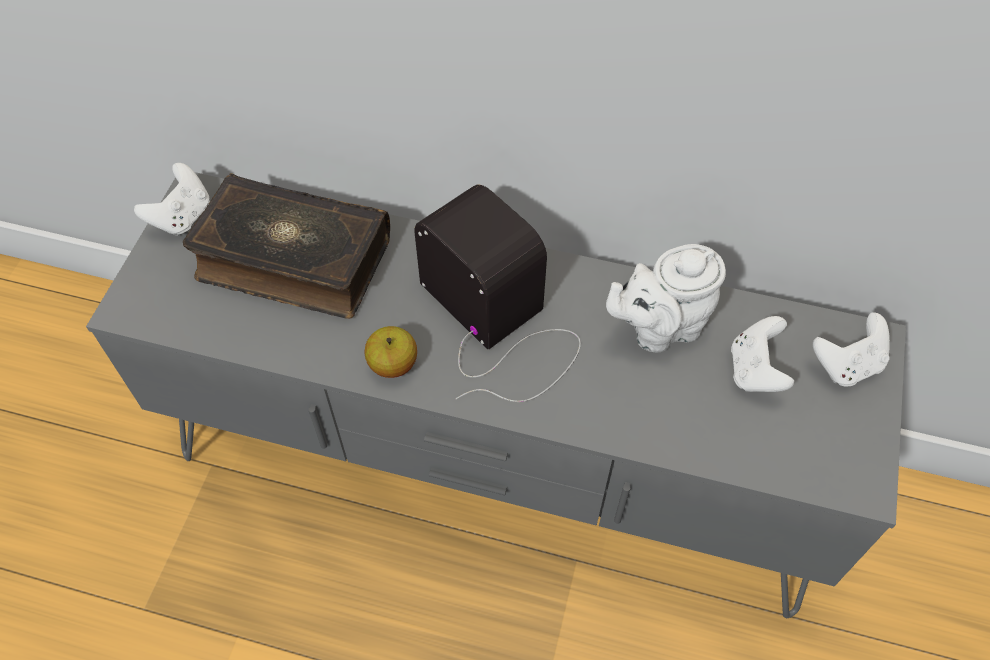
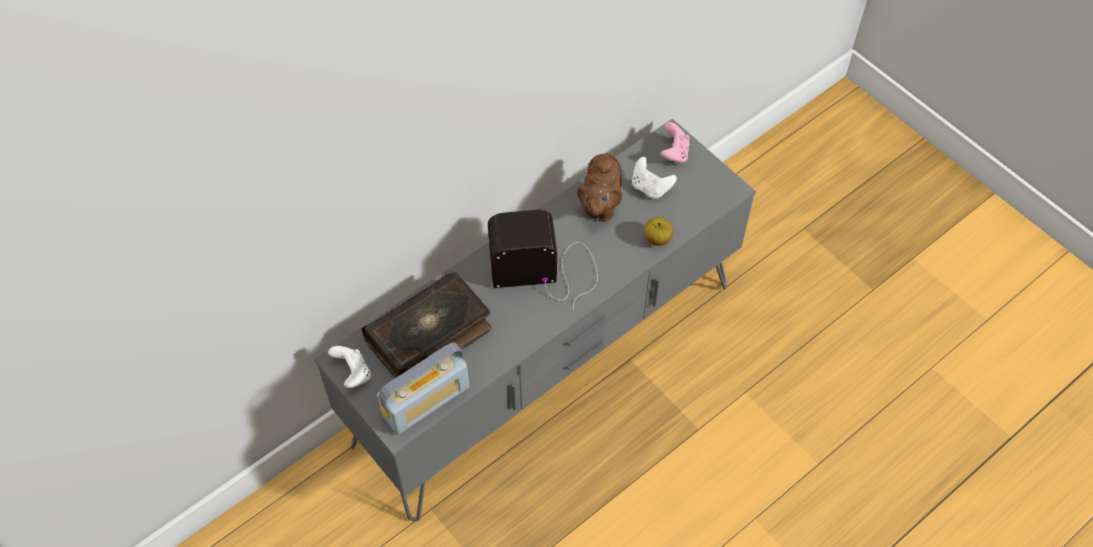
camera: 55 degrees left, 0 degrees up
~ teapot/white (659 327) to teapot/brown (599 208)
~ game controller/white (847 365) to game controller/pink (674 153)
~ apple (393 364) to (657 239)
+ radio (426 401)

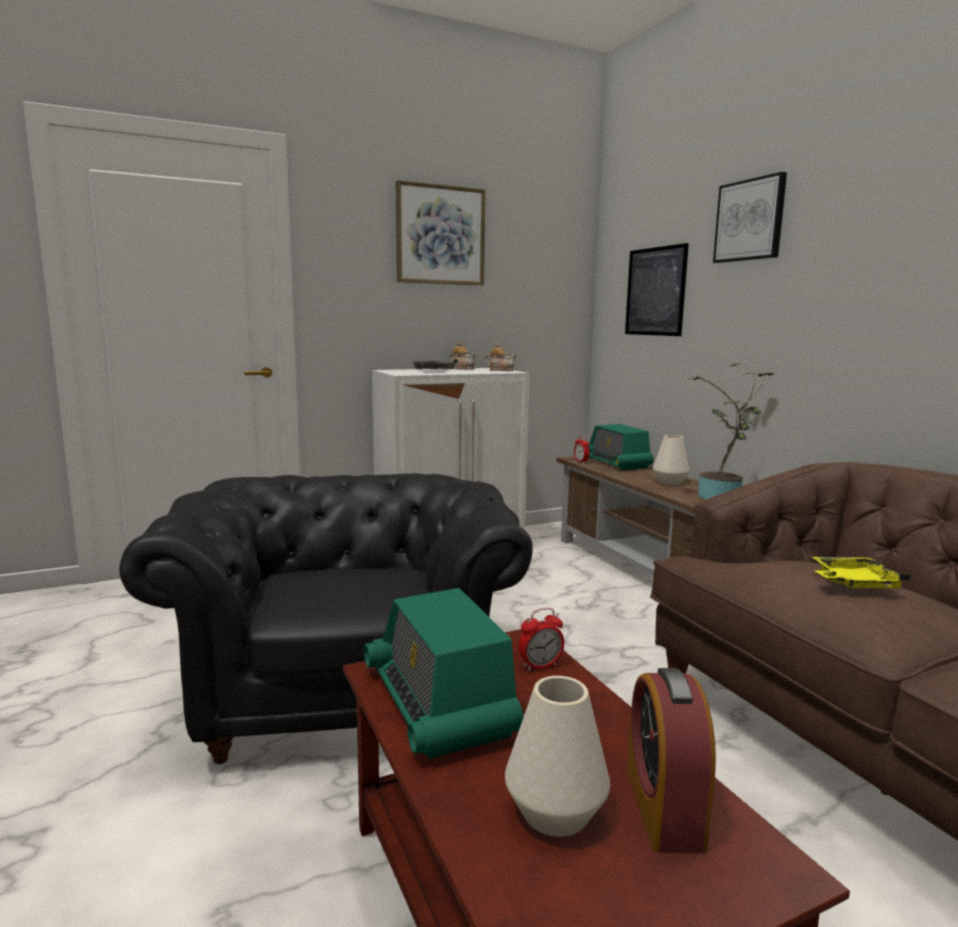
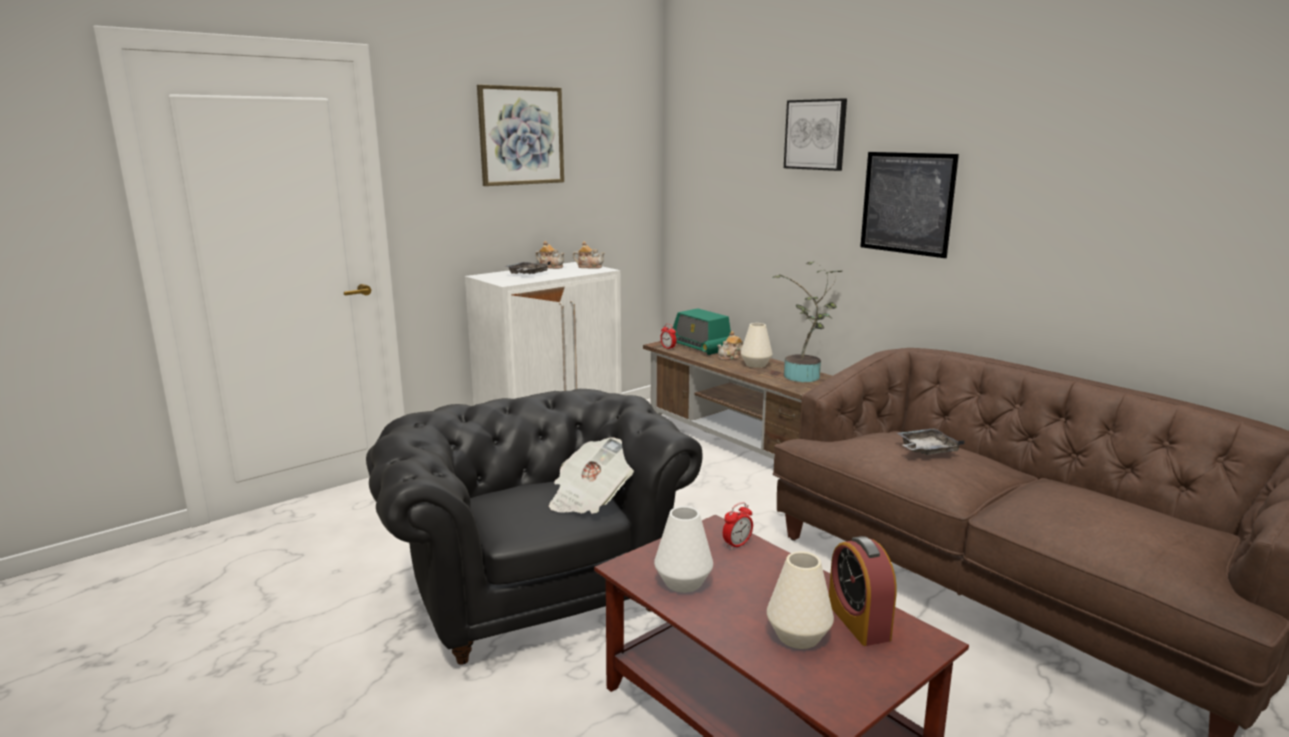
camera: 15 degrees left, 5 degrees up
~ picture (655 291) to (907 203)
~ tray/yellow (853 583) to tray/grey (926 450)
~ radio (438 702) to vase/white (683 582)
+ teapot (730 357)
+ newspaper (590 498)

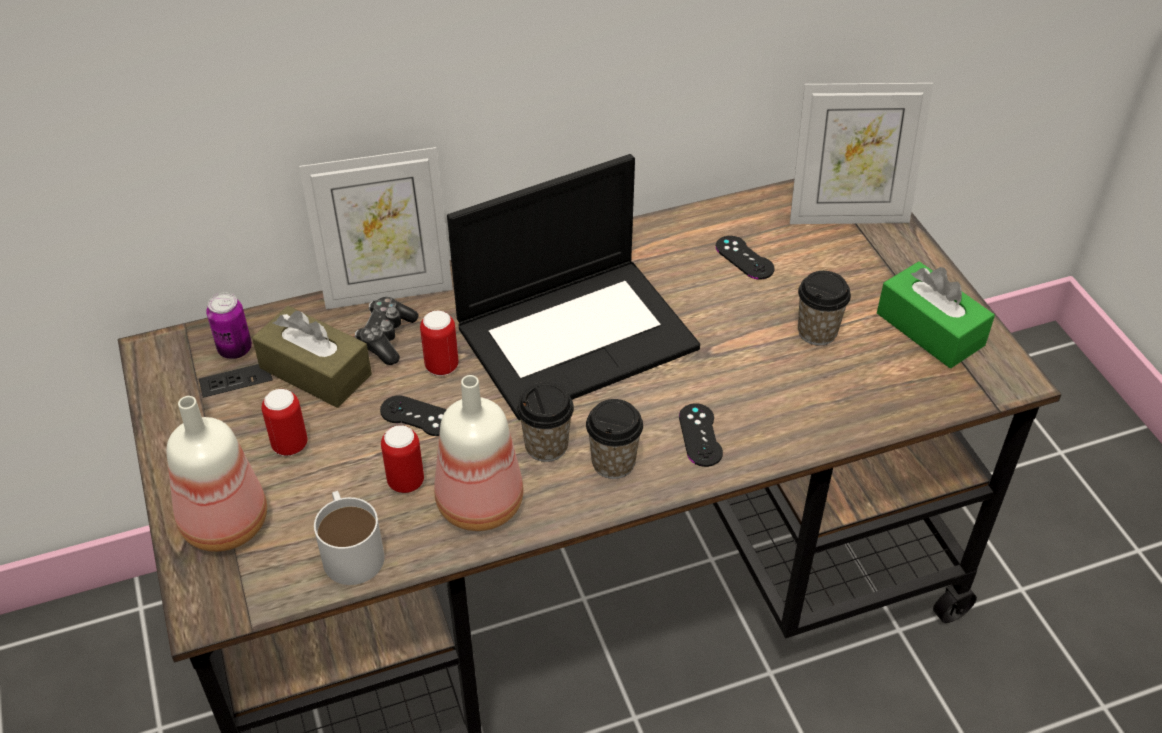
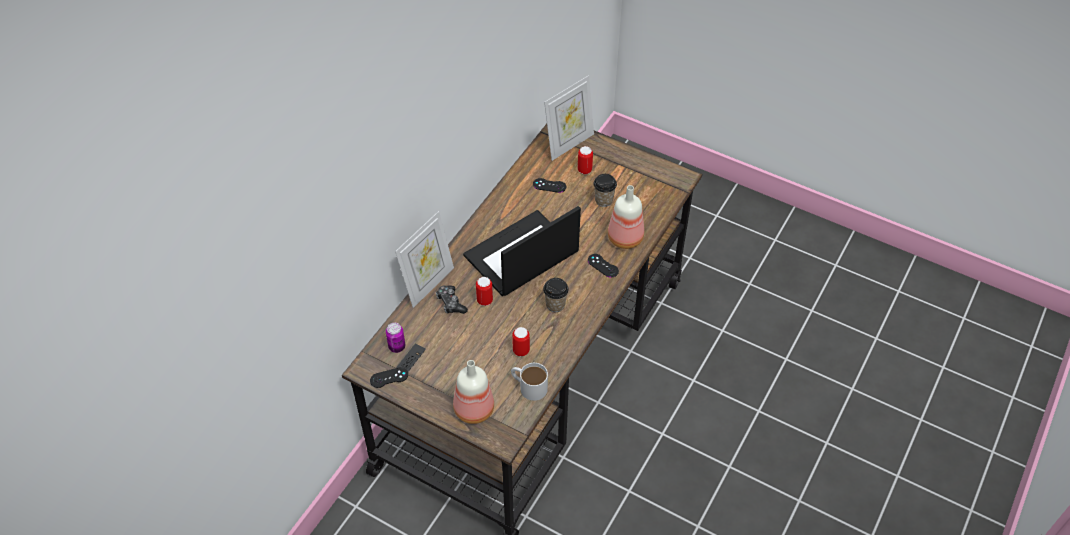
camera: 40 degrees left, 5 degrees up
~ laptop (577 334) = (521 255) 150 degrees counterclockwise
- tissue box/green (930 329)
- tissue box/brown (315 371)
~ bottle (480 506) to (626 239)
~ can (290 445) to (584 170)
~ game controller/black (418 416) to (389 377)
- cup (613 462)

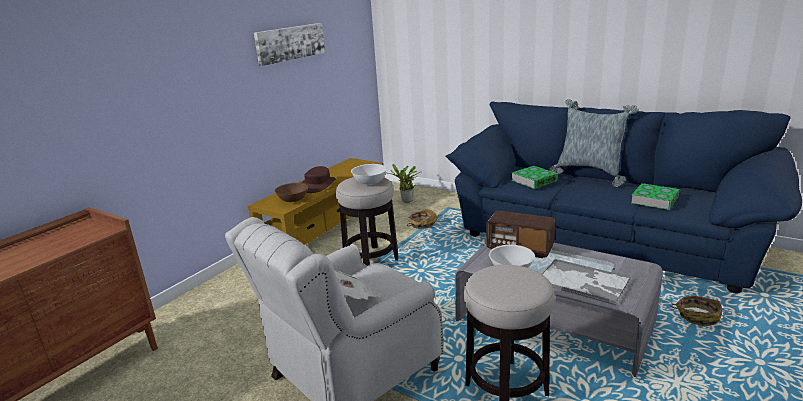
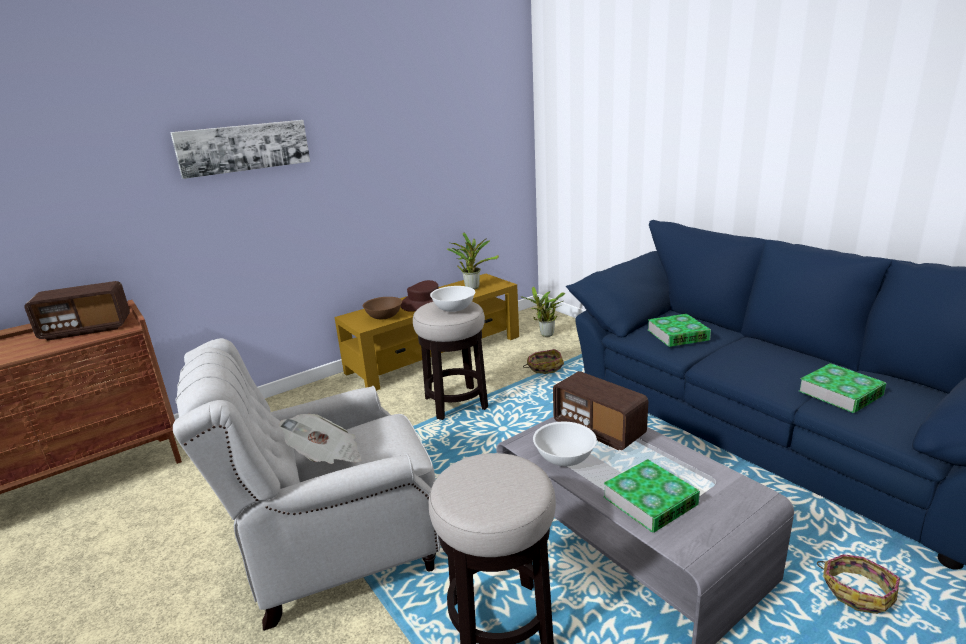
camera: 20 degrees right, 0 degrees up
~ picture (290 43) to (244 147)
- pillow (590 177)
~ tray (584 282) to book (650 501)
+ potted plant (472 287)
+ radio (87 329)

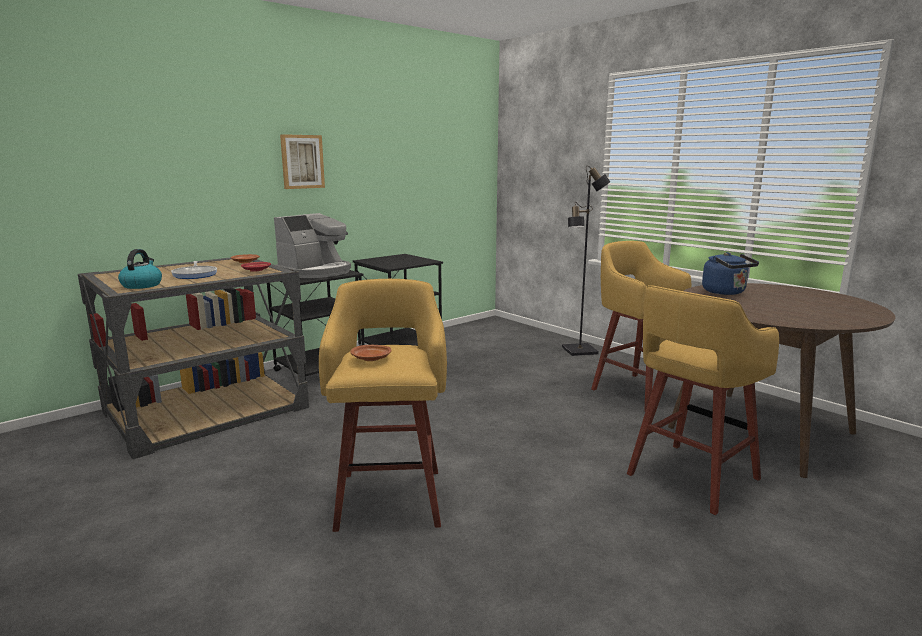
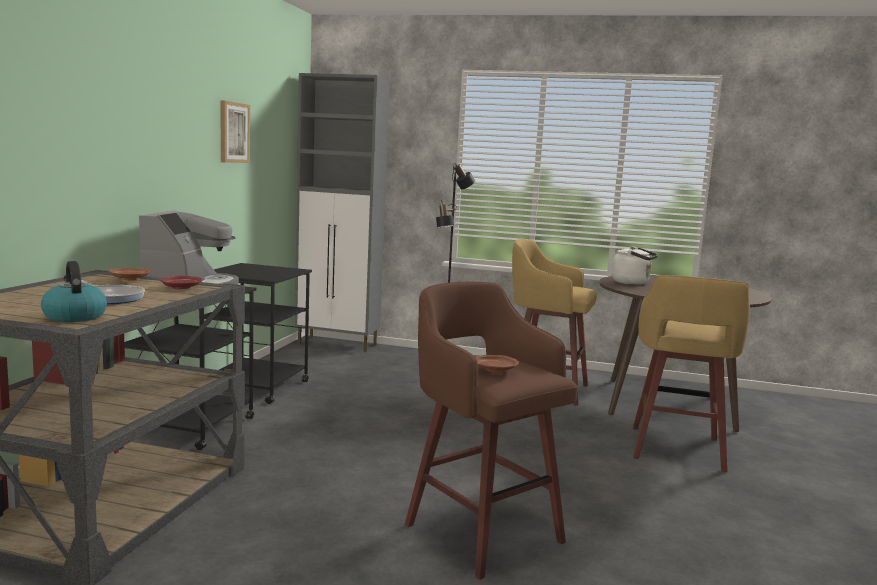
camera: 35 degrees left, 5 degrees down
~ picture (302 161) to (233 132)
~ kettle/blue (726 292) to kettle/white (633 283)
~ stool/yellow (390 496) to stool/brown (480 531)
+ cabinet/grey (338 344)

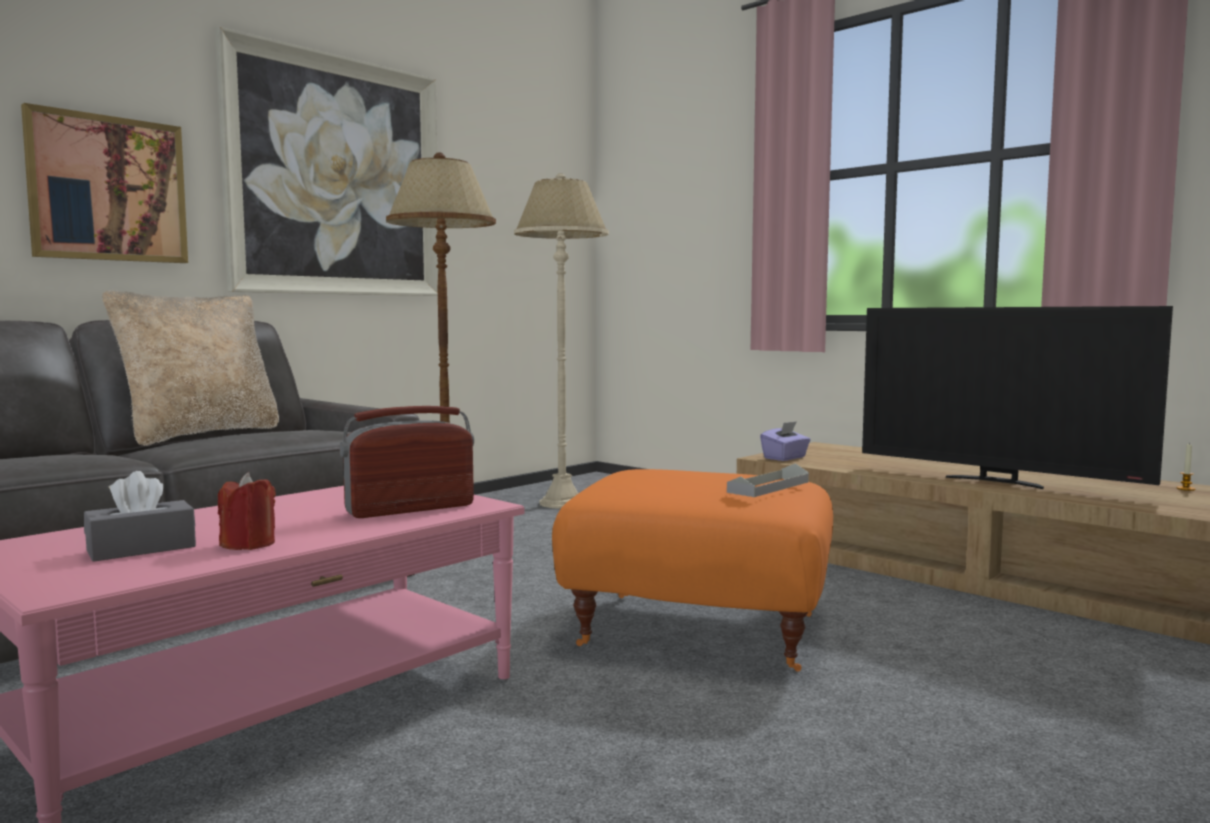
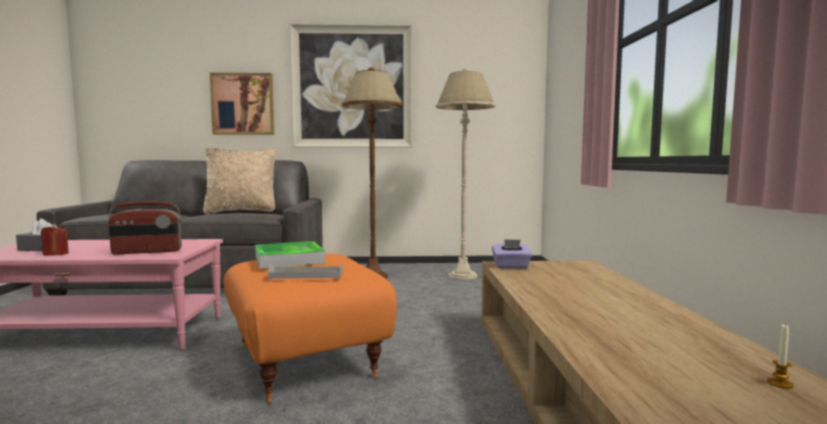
camera: 45 degrees right, 0 degrees up
- television (996 481)
~ radio (410 509) = (147 252) 150 degrees clockwise
+ tray (289 259)

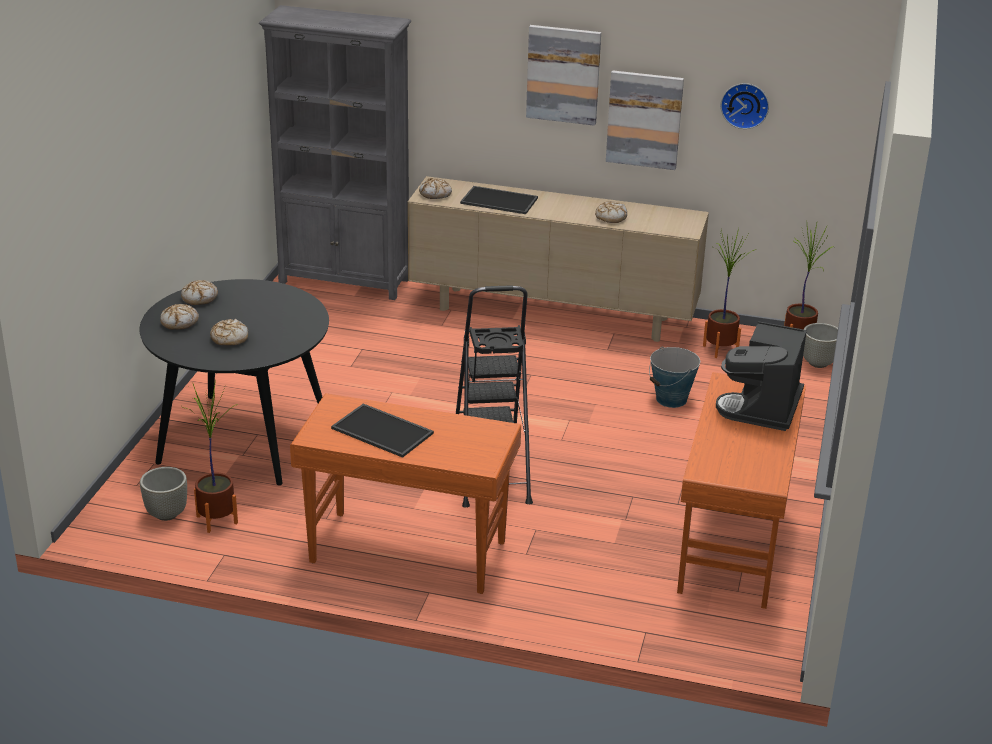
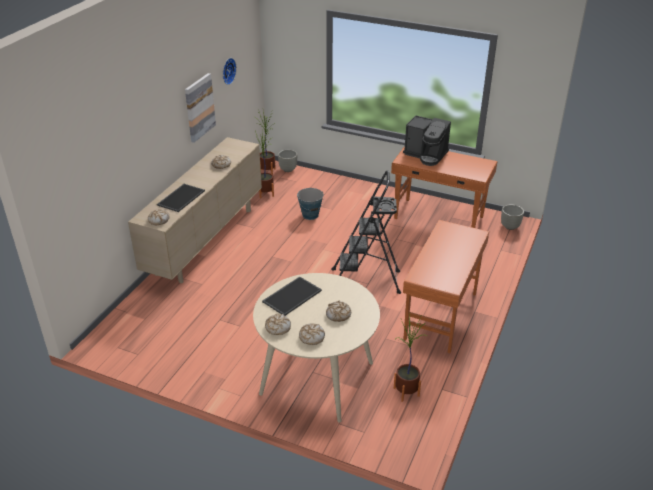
camera: 80 degrees left, 5 degrees up
- bookcase/grey (345 281)
- picture (563 74)
~ dining table/black (243 439) to dining table/beige (317 378)
~ tray (384 430) to (292 295)
~ planter/grey (166 513) to (510 227)

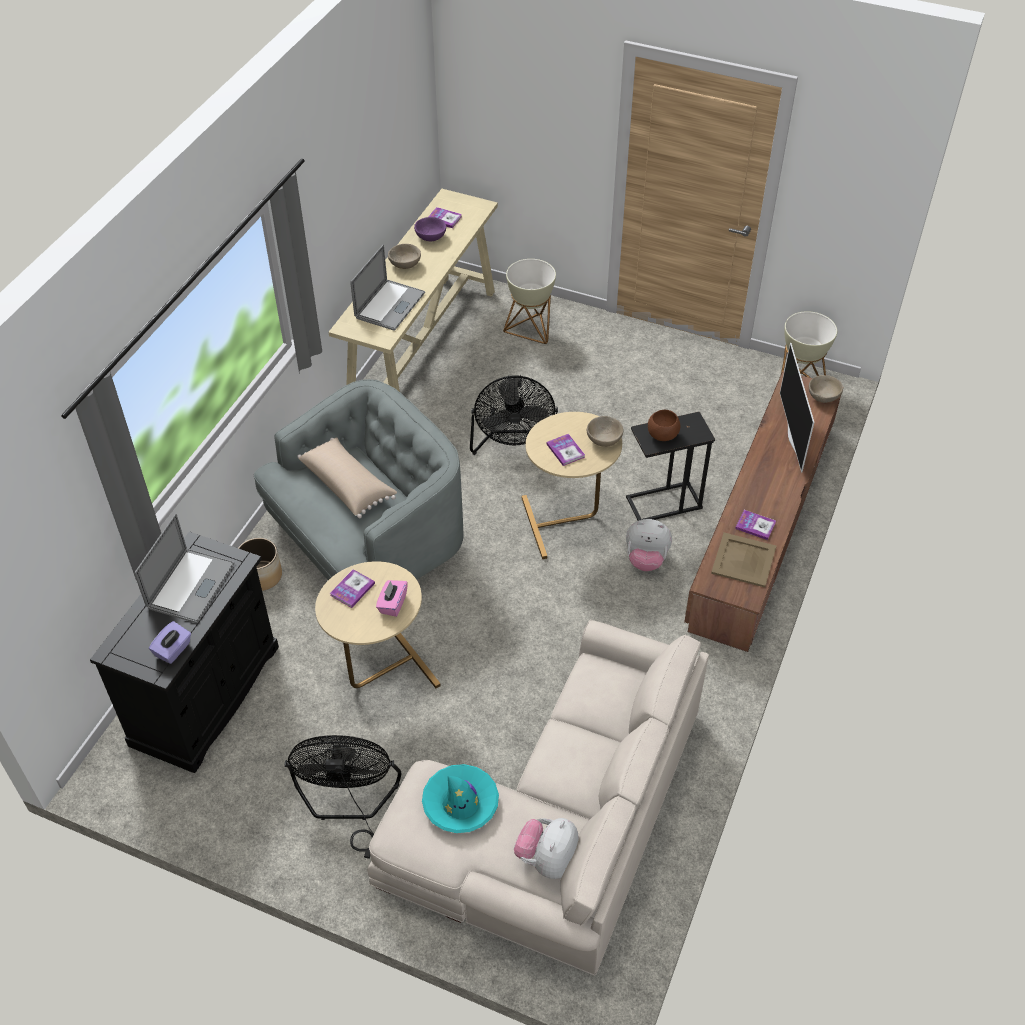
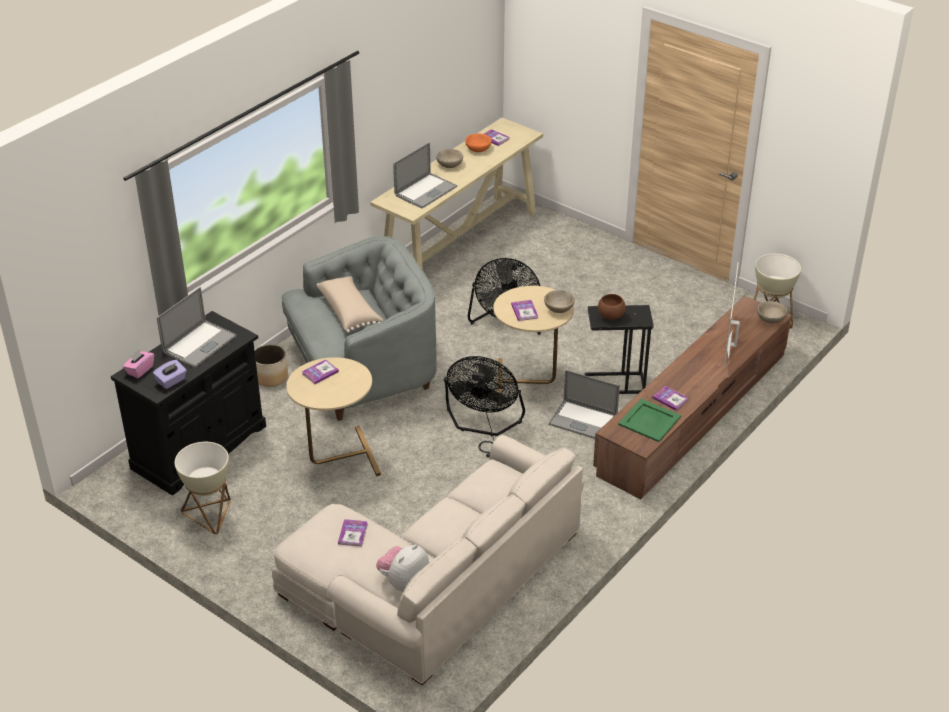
camera: 15 degrees right, 10 degrees down
~ bowl/purple (431 237) to bowl/orange (478 150)
~ planter (530 329) to (210 514)
~ plush toy (646 559) to laptop (583 420)
~ tray/beige (743 559) to tray/green (649 420)
~ tissue box/pink (392 604) to (140 370)
~ fan/black (348 805) to (482 426)
~ hat/turquoise (460 803) to book (353 534)

